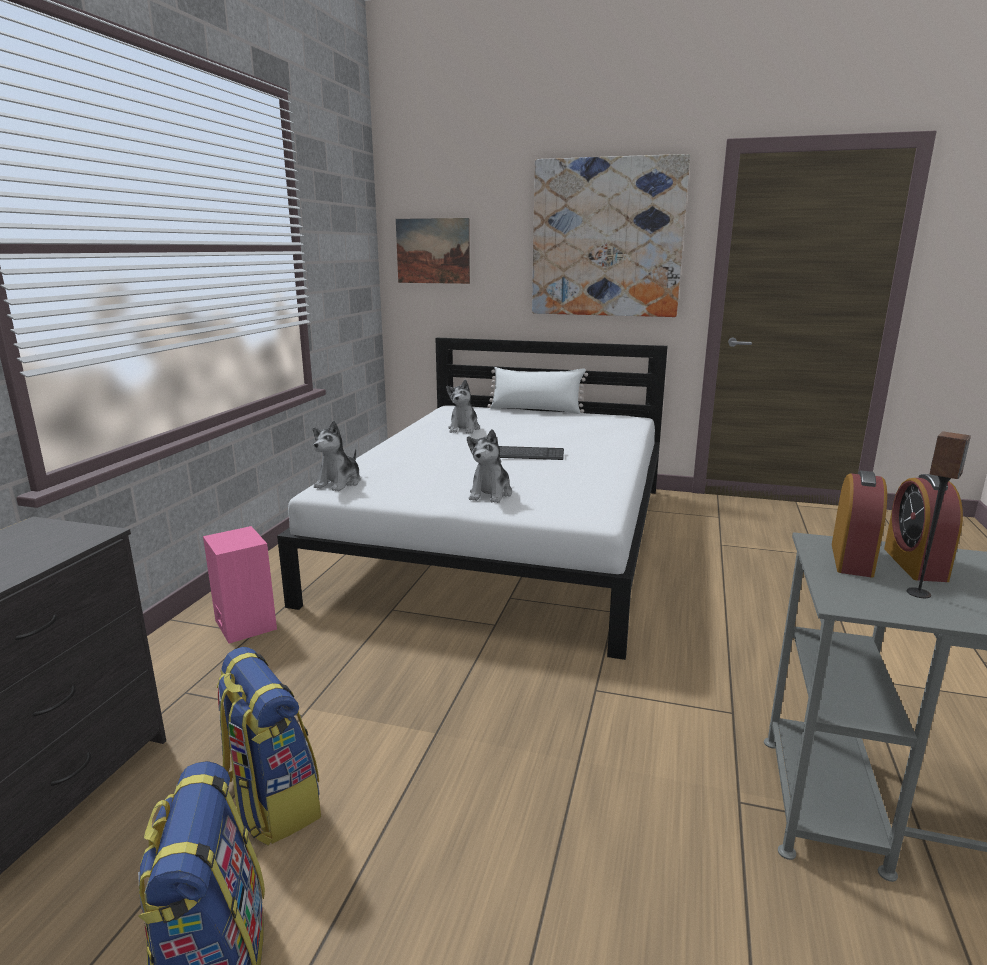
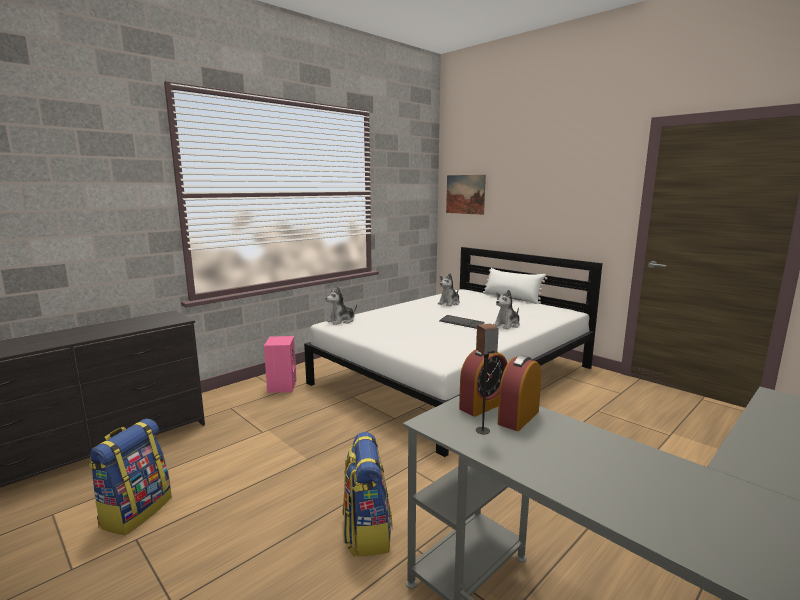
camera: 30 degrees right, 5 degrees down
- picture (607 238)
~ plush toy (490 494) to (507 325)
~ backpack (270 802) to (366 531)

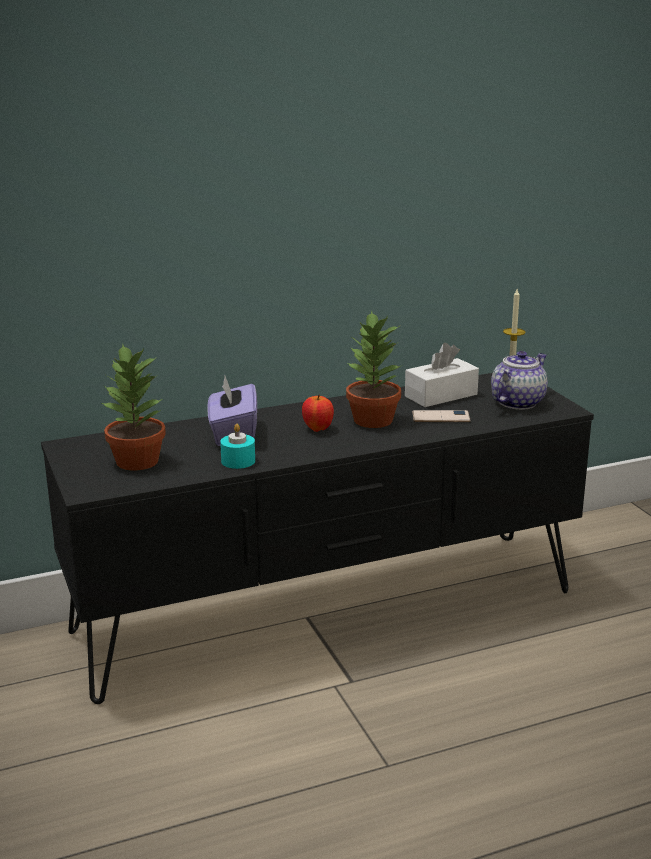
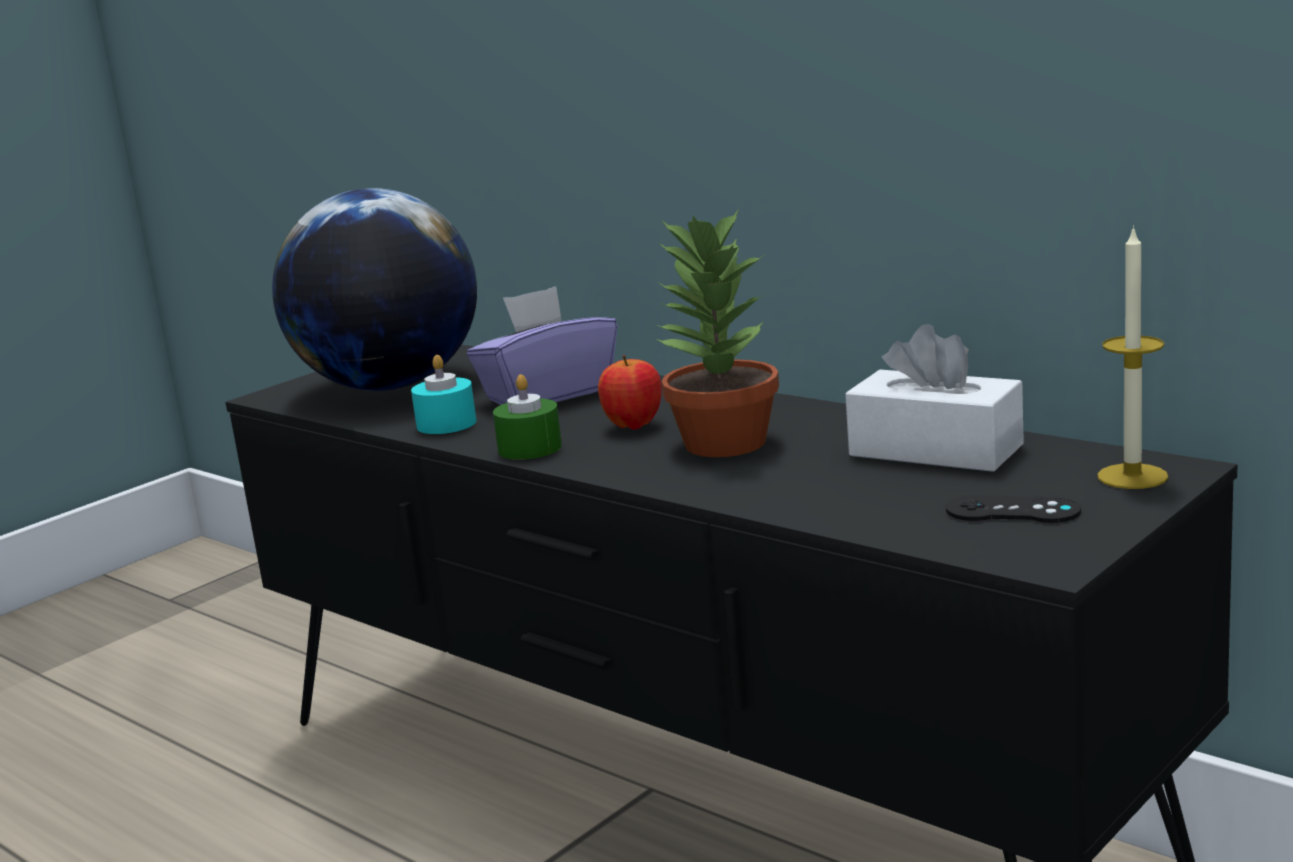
camera: 65 degrees right, 5 degrees down
~ potted plant (137 462) to globe (391 386)
~ teapot (517 402) to game controller/black (1012 511)
- phone (441 417)
+ candle/green (530 448)

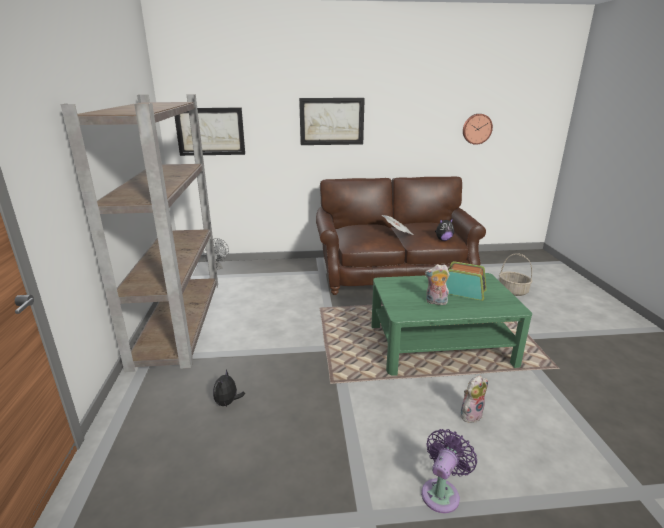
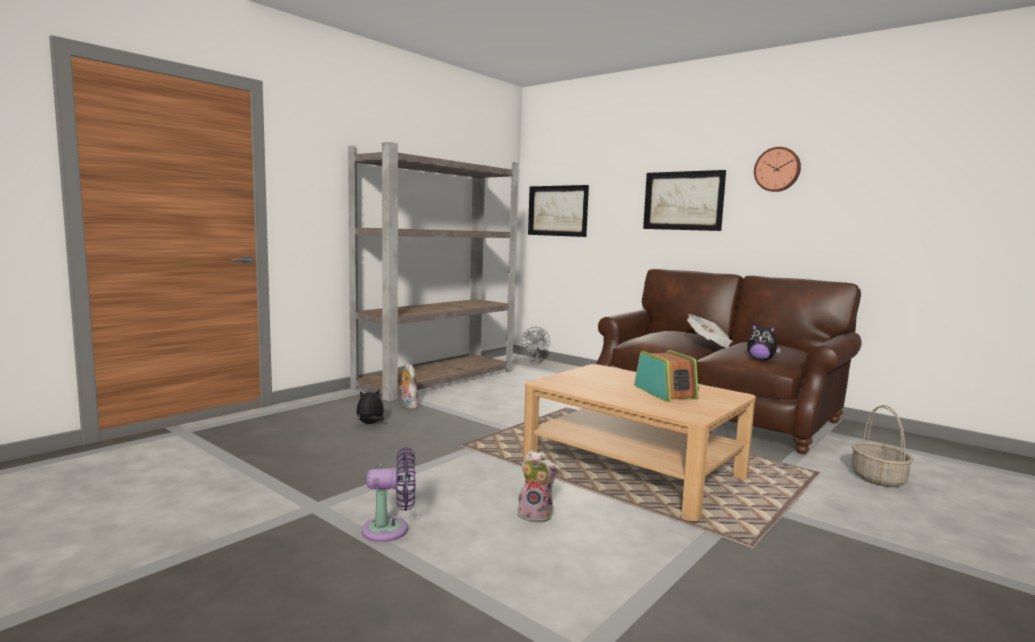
camera: 45 degrees right, 15 degrees down
~ wall clock (476 129) to (777 169)
~ plush toy (435 302) to (408 405)
~ coffee table/green (440 344) to coffee table/beige (633 470)

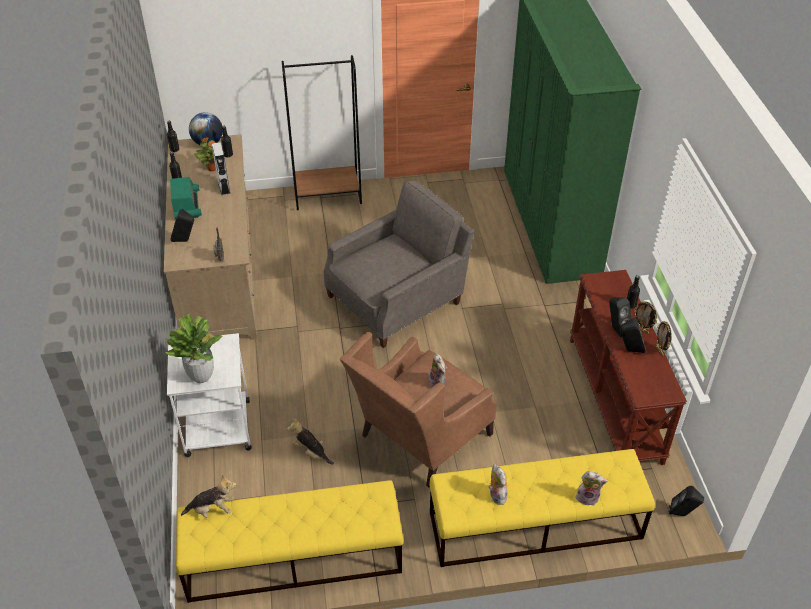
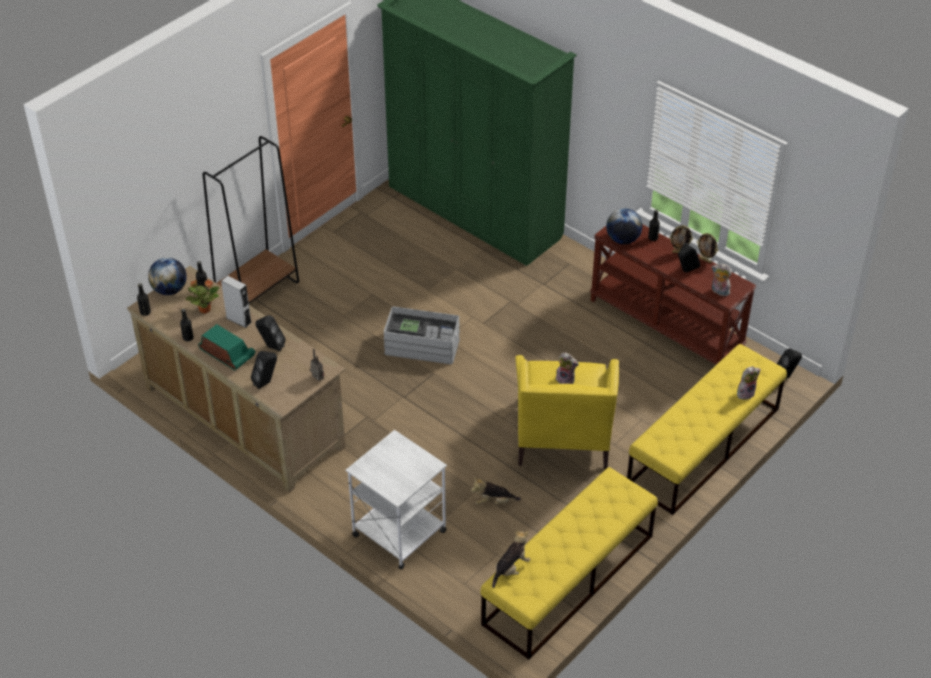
camera: 40 degrees left, 0 degrees up
~ armchair/grey (397 298) to storage box/grey (422 345)
~ speaker/black (616 329) to (271 347)
- potted plant (201 376)
~ armchair/brown (420 439) to armchair/yellow (563 441)
~ plush toy (496 495) to (719 292)
+ globe (623 239)

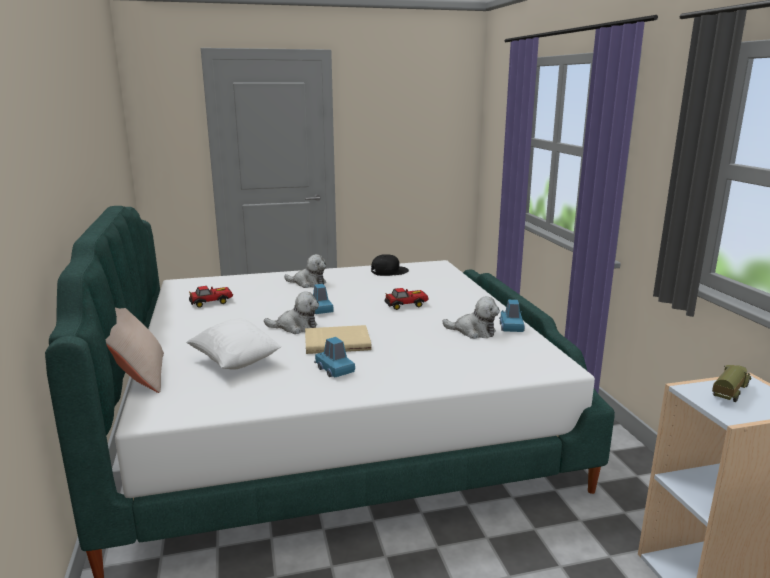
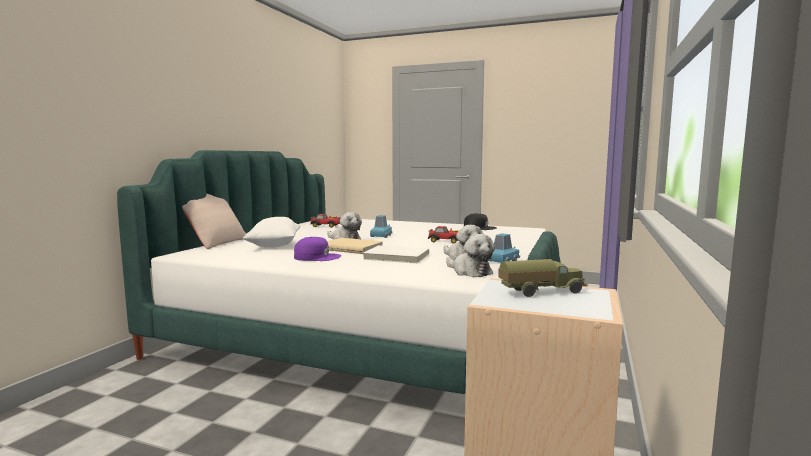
camera: 35 degrees right, 10 degrees down
~ plush toy (308 283) to (469 272)
~ toy car/blue (334 369) to cap/purple (317 257)
+ book/white (396 257)

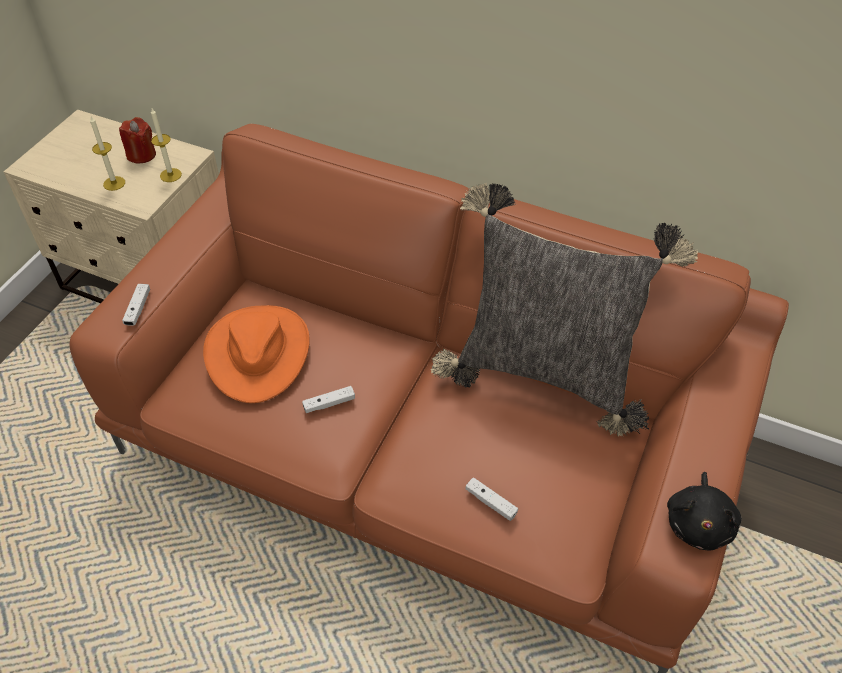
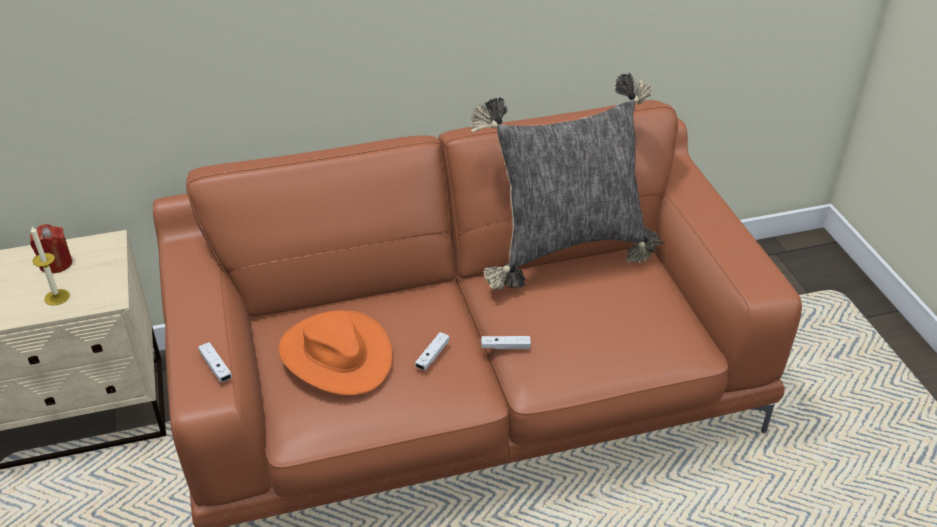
camera: 40 degrees left, 10 degrees down
- candle (170 175)
- plush toy/black (699 523)
~ game controller/white (491 502) to (505 347)

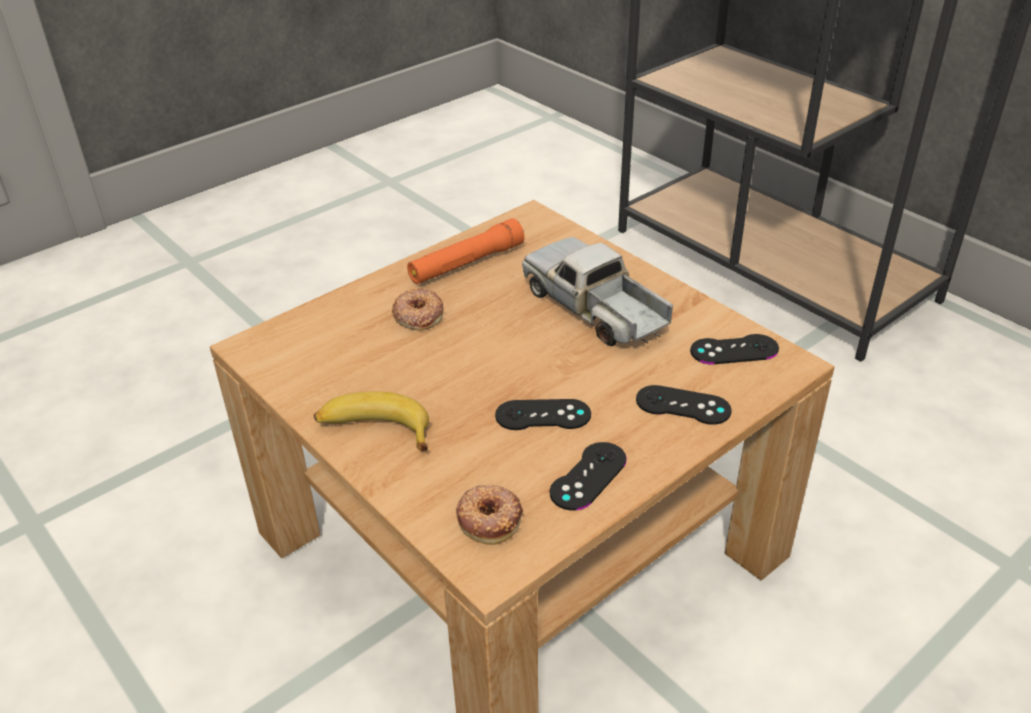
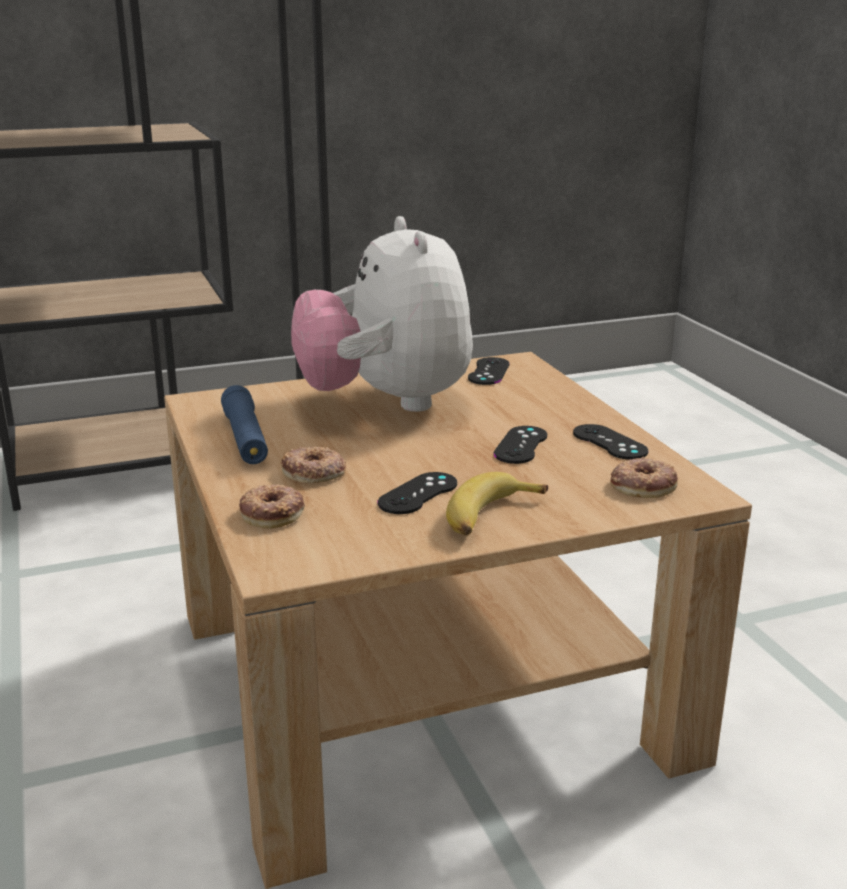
camera: 70 degrees left, 15 degrees down
~ flashlight/orange (466 263) to flashlight/blue (245 439)
~ toy truck (596 309) to plush toy (386 402)
~ game controller/black (683 405) to (418 494)
+ donut (272 513)

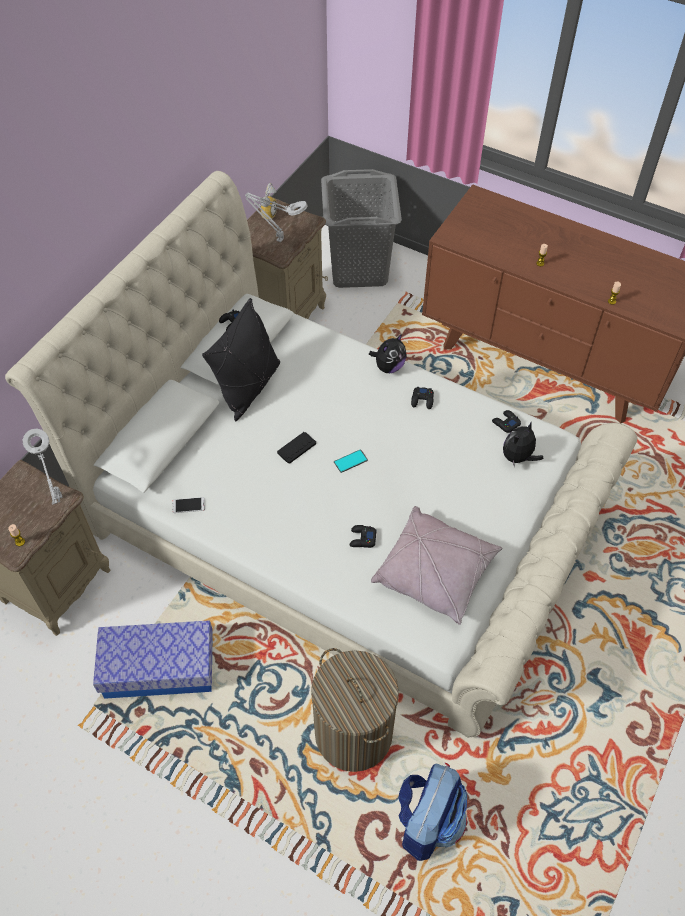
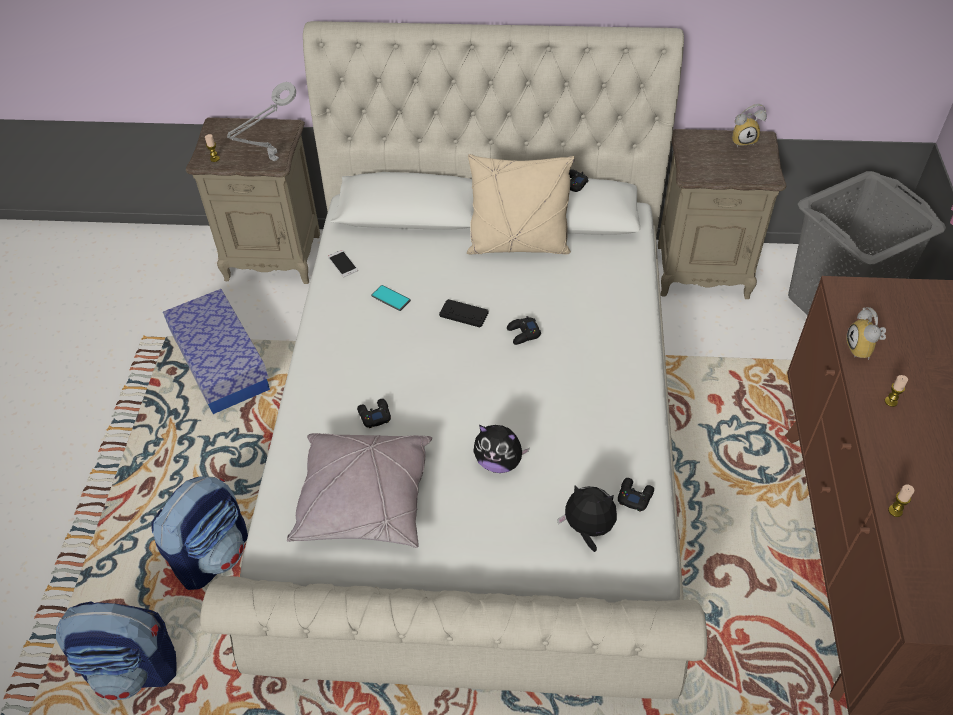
camera: 65 degrees right, 5 degrees down
- table lamp/grey (278 239)
~ pillow/black (249 387) to pillow/beige (518 245)
~ plush toy (388 366) to (499 462)
~ game controller/black (422 400) to (523 334)
~ phone (350 461) to (391 298)
~ laundry basket (353 733) to backpack (213 554)
+ alarm clock (863 350)

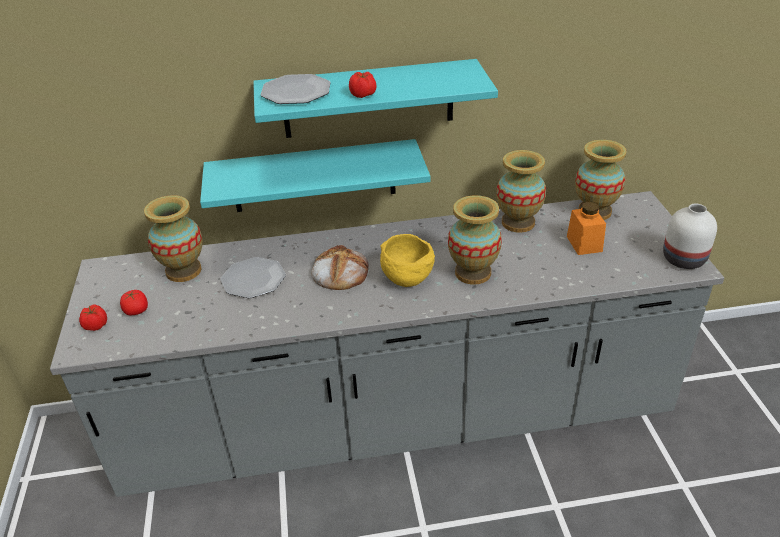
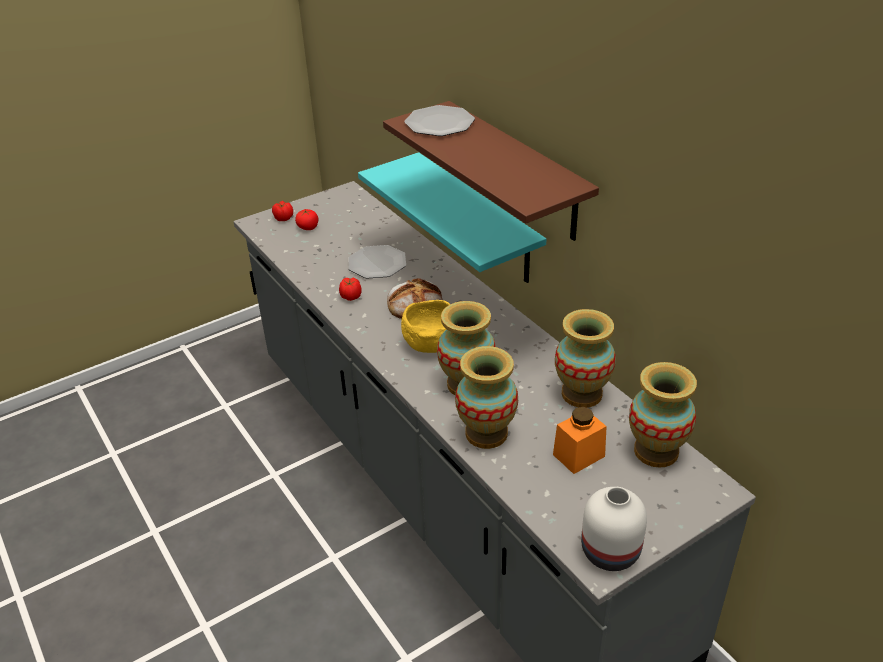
camera: 65 degrees right, 0 degrees up
~ shelf/turquoise (368 99) to shelf/brown (516 171)
~ tomato (363 95) to (351 297)
~ vase (183 271) to (486 433)

